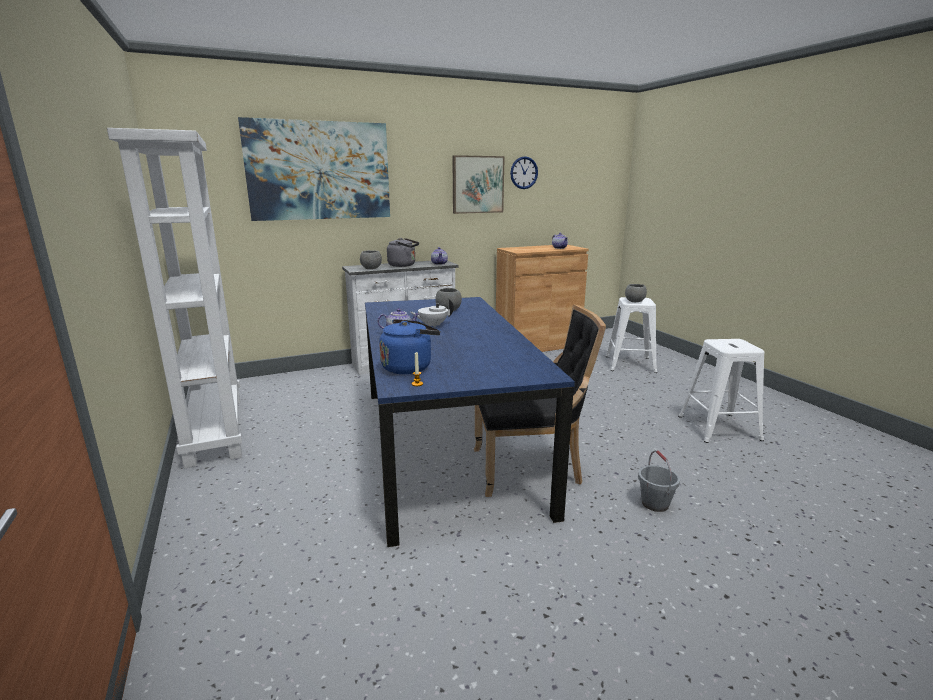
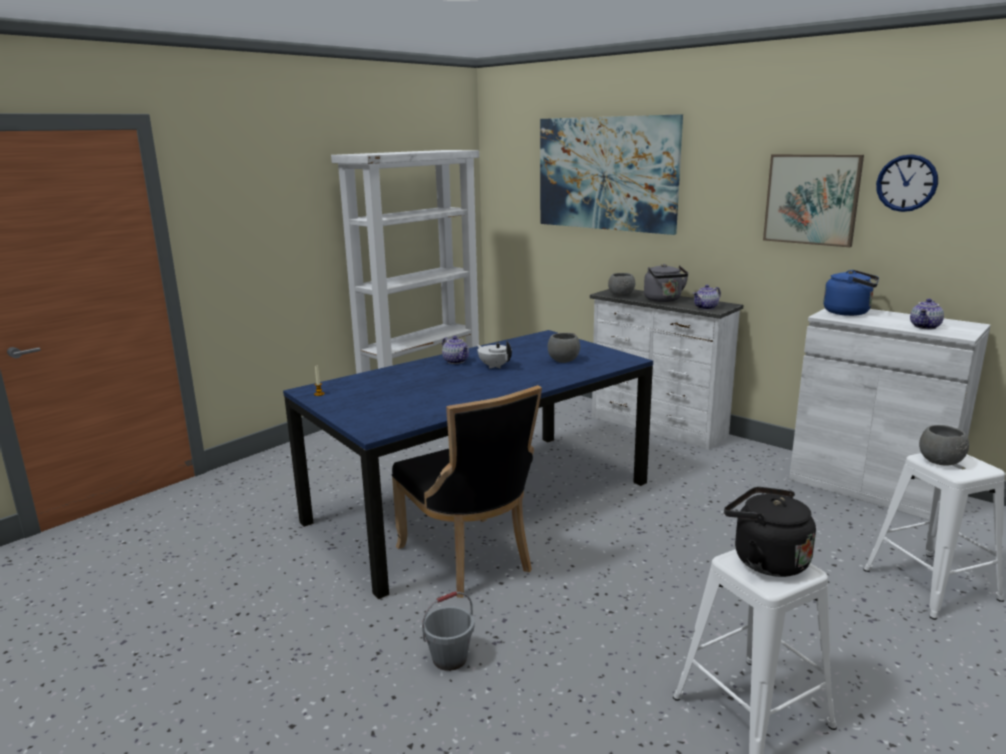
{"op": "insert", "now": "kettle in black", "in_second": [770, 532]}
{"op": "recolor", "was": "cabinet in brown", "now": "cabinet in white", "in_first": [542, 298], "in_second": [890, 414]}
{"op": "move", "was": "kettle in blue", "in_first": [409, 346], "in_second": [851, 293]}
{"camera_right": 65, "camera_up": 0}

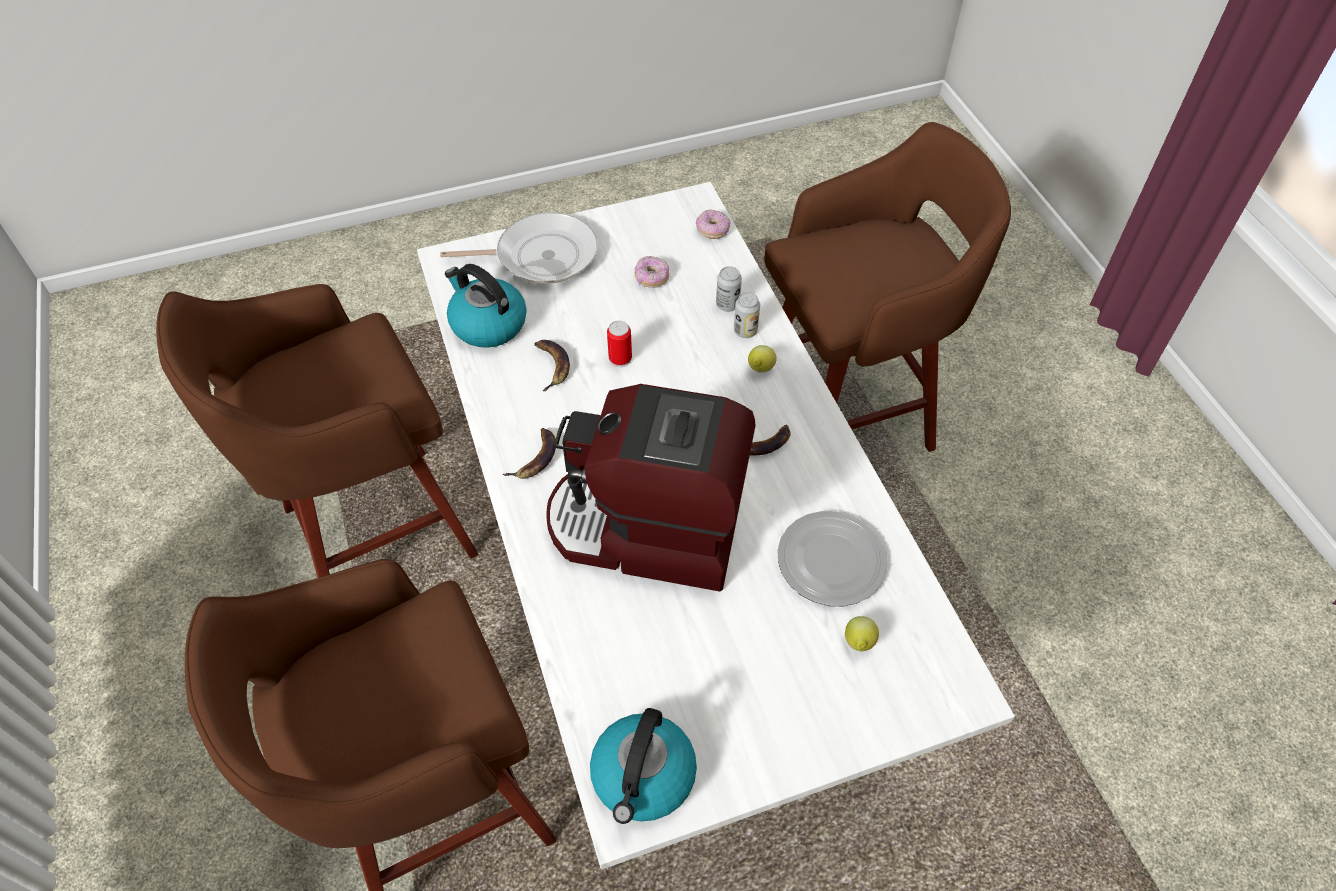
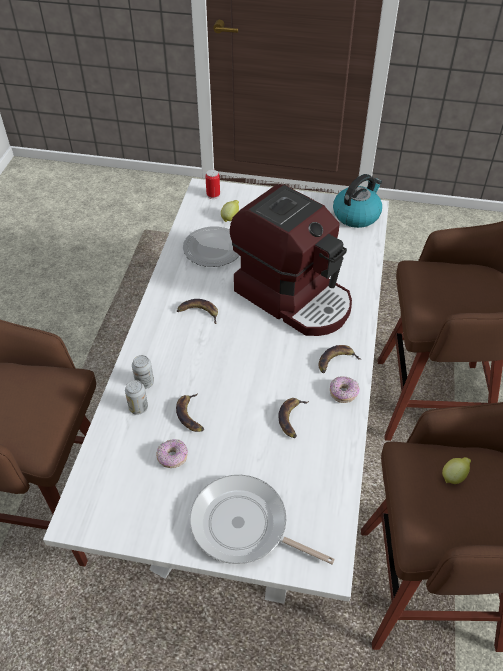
{"op": "insert", "now": "banana", "in_second": [190, 412]}
{"op": "move", "was": "can", "in_first": [619, 344], "in_second": [212, 184]}
{"op": "move", "was": "donut", "in_first": [713, 224], "in_second": [344, 389]}
{"op": "move", "was": "lemon", "in_first": [762, 359], "in_second": [456, 470]}
{"op": "delete", "was": "kettle", "in_first": [486, 306]}
{"camera_right": -150, "camera_up": -5}

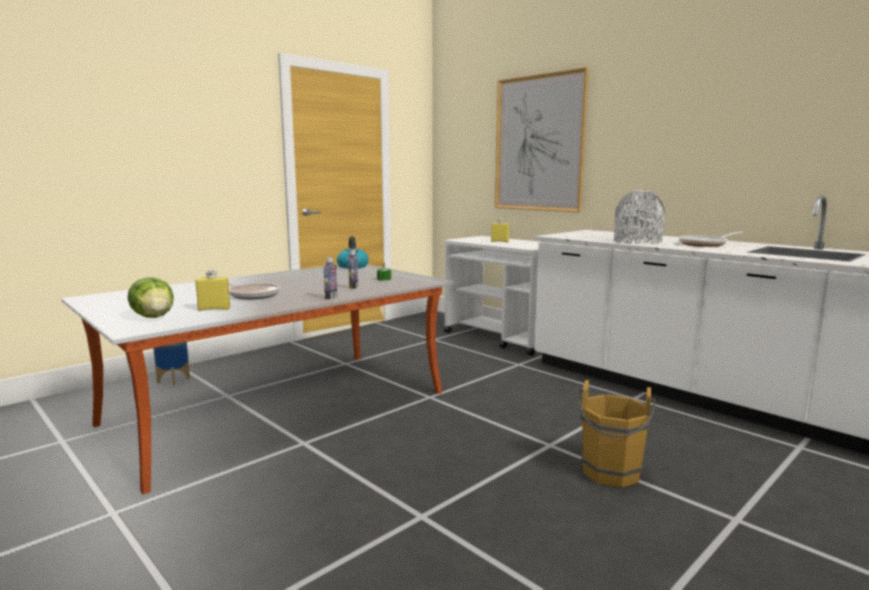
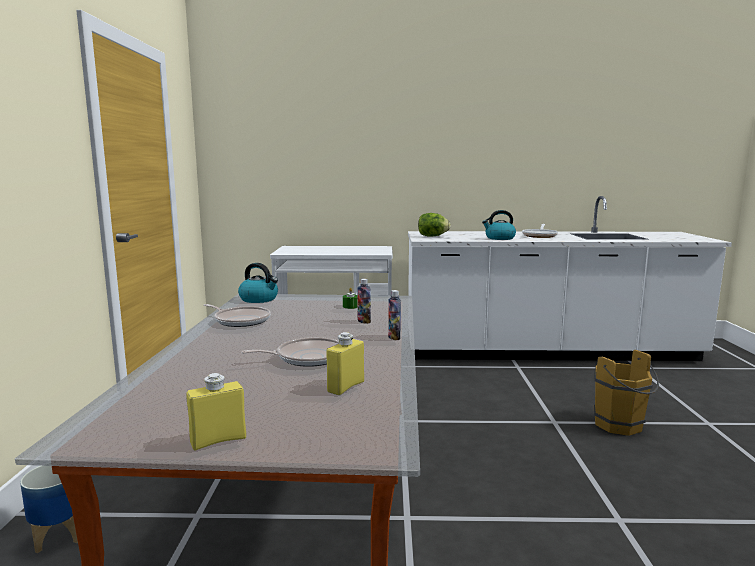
{"op": "move", "was": "bottle in yellow", "in_first": [500, 230], "in_second": [216, 412]}
{"op": "insert", "now": "frying pan", "in_second": [237, 315]}
{"op": "move", "was": "lettuce", "in_first": [150, 297], "in_second": [434, 225]}
{"op": "replace", "was": "vase in grey", "now": "kettle", "in_first": [639, 217], "in_second": [499, 225]}
{"op": "delete", "was": "picture", "in_first": [542, 139]}
{"camera_right": -45, "camera_up": 0}

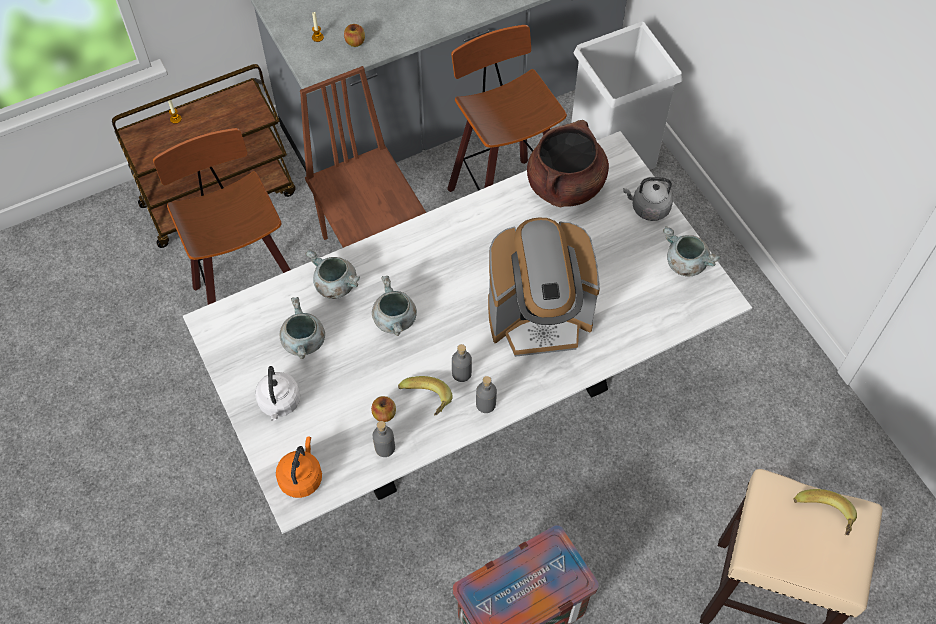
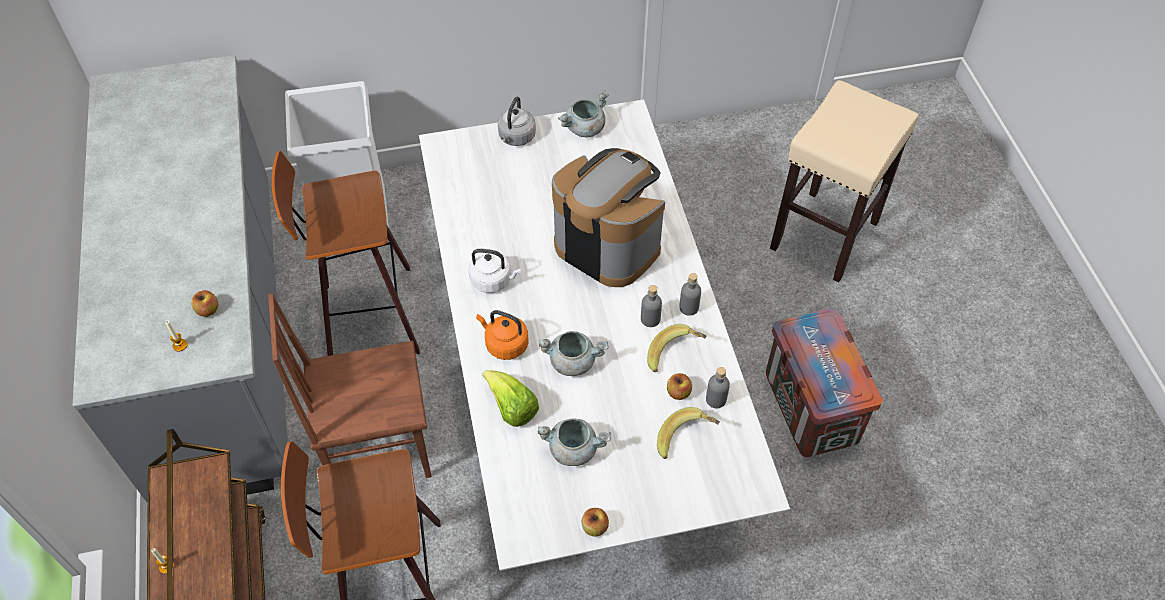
{"op": "move", "was": "kettle in white", "in_first": [277, 393], "in_second": [495, 271]}
{"op": "move", "was": "kettle in orange", "in_first": [299, 467], "in_second": [502, 335]}
{"op": "replace", "was": "cooking pot in grey", "now": "lettuce", "in_first": [332, 274], "in_second": [510, 398]}
{"op": "rotate", "was": "coffee machine", "in_first": [544, 287], "in_second": [608, 217], "clockwise": -60}
{"op": "insert", "now": "apple", "in_second": [595, 522]}
{"op": "move", "was": "banana", "in_first": [825, 512], "in_second": [688, 433]}
{"op": "delete", "was": "cooking pot in brown", "in_first": [568, 163]}
{"camera_right": -75, "camera_up": -5}

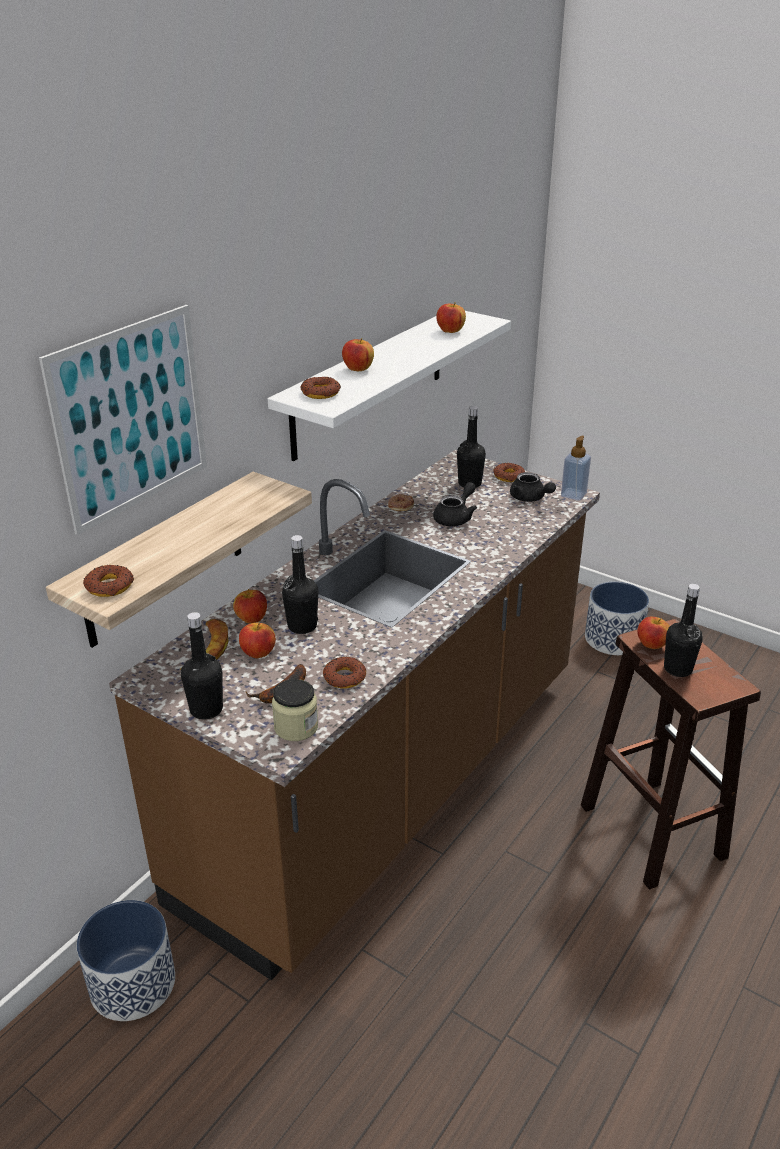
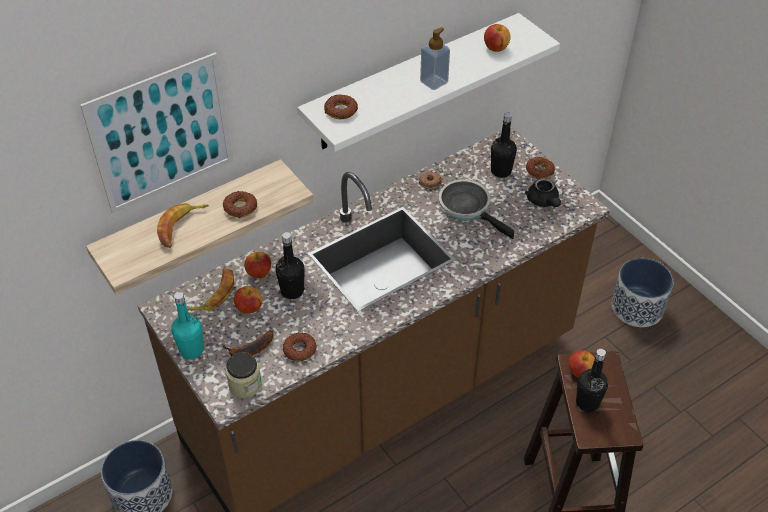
{"op": "insert", "now": "banana", "in_second": [183, 225]}
{"op": "recolor", "was": "bottle in black", "now": "bottle in turquoise", "in_first": [202, 665], "in_second": [187, 325]}
{"op": "move", "was": "donut", "in_first": [108, 581], "in_second": [240, 204]}
{"op": "move", "was": "soap dispenser", "in_first": [576, 468], "in_second": [435, 58]}
{"op": "replace", "was": "teapot in black", "now": "frying pan", "in_first": [455, 504], "in_second": [476, 209]}
{"op": "delete", "was": "apple", "in_first": [358, 355]}
{"camera_right": 20, "camera_up": 15}

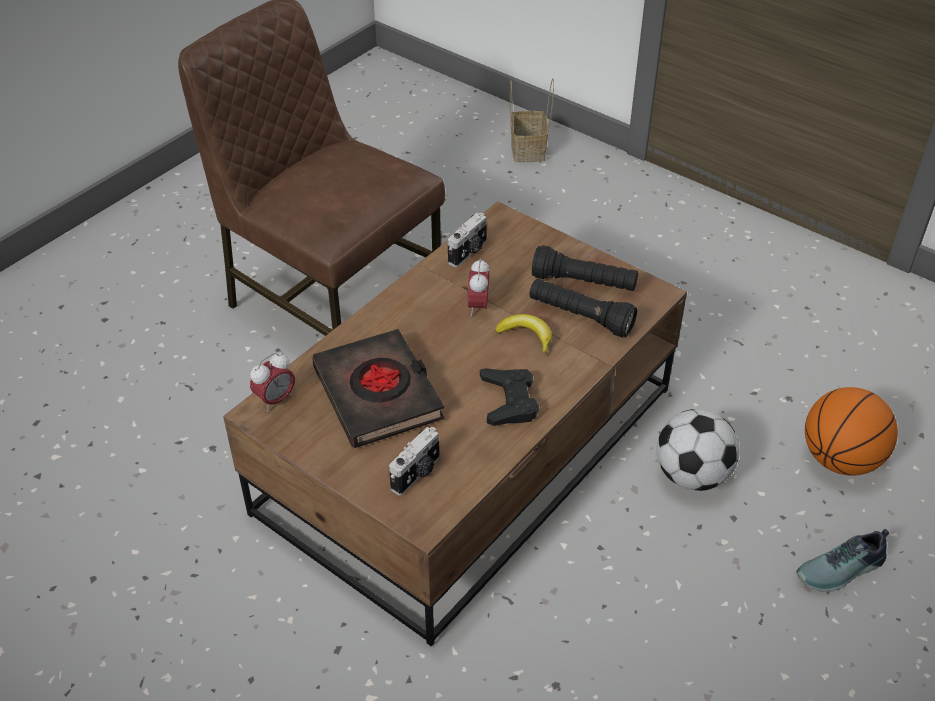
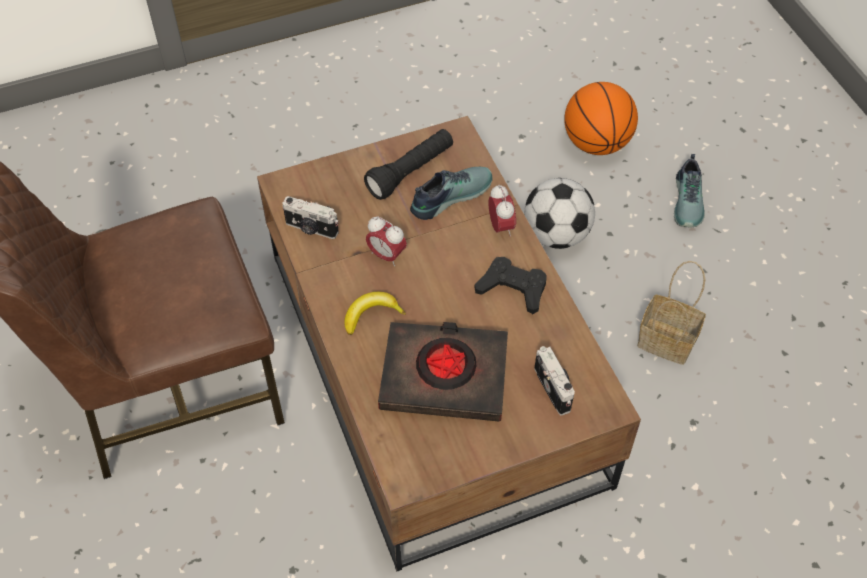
{"op": "rotate", "was": "photo camera", "in_first": [467, 240], "in_second": [310, 217], "clockwise": 135}
{"op": "move", "was": "banana", "in_first": [523, 335], "in_second": [375, 313]}
{"op": "replace", "was": "flashlight in black", "now": "shoe", "in_first": [583, 307], "in_second": [451, 193]}
{"op": "move", "was": "alarm clock", "in_first": [272, 381], "in_second": [502, 210]}
{"op": "move", "was": "basket", "in_first": [532, 120], "in_second": [671, 313]}
{"camera_right": -60, "camera_up": 10}

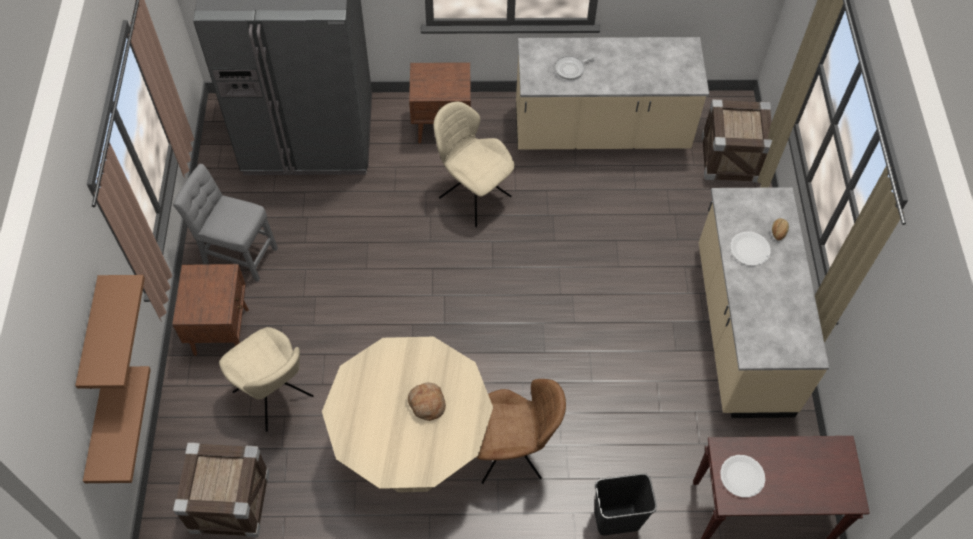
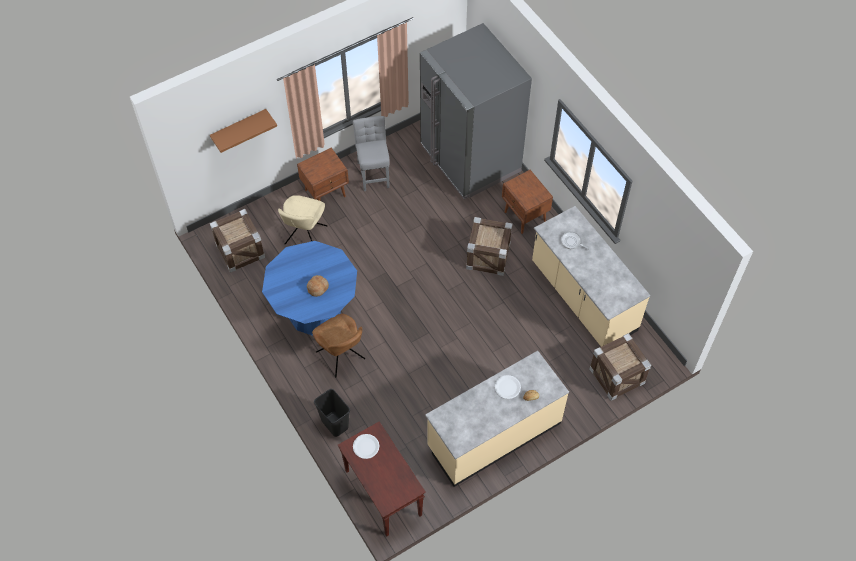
{"op": "recolor", "was": "dining table in beige", "now": "dining table in blue", "in_first": [407, 415], "in_second": [309, 288]}
{"op": "replace", "was": "chair in beige", "now": "crate", "in_first": [474, 164], "in_second": [489, 246]}
{"op": "delete", "was": "shelf in brown", "in_first": [117, 424]}
{"camera_right": 60, "camera_up": 0}

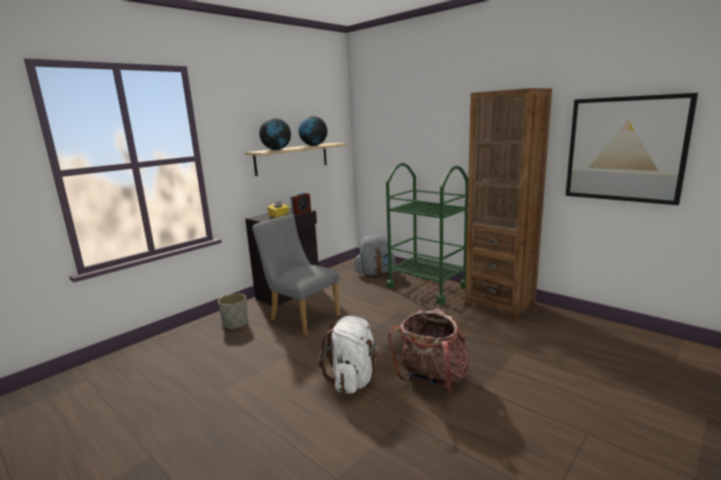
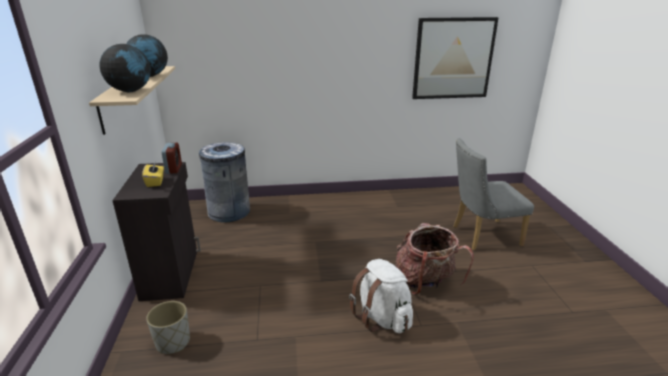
{"op": "replace", "was": "backpack in grey", "now": "trash can in grey", "in_first": [375, 255], "in_second": [224, 182]}
{"op": "move", "was": "chair in grey", "in_first": [296, 275], "in_second": [493, 194]}
{"op": "delete", "was": "cart in green", "in_first": [427, 233]}
{"op": "delete", "was": "bookcase in brown", "in_first": [508, 204]}
{"camera_right": -50, "camera_up": 10}

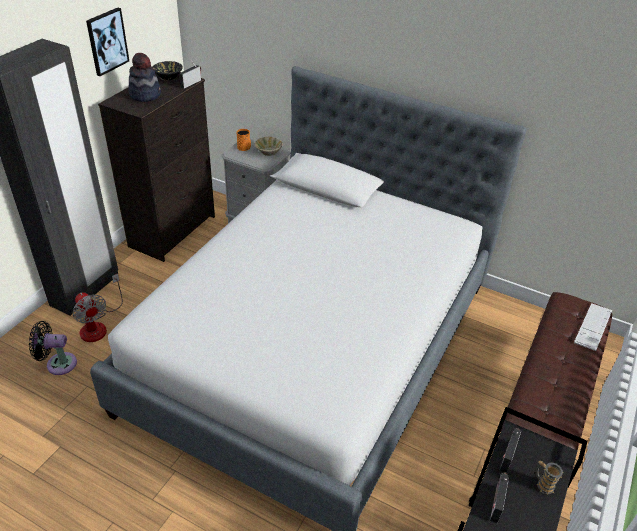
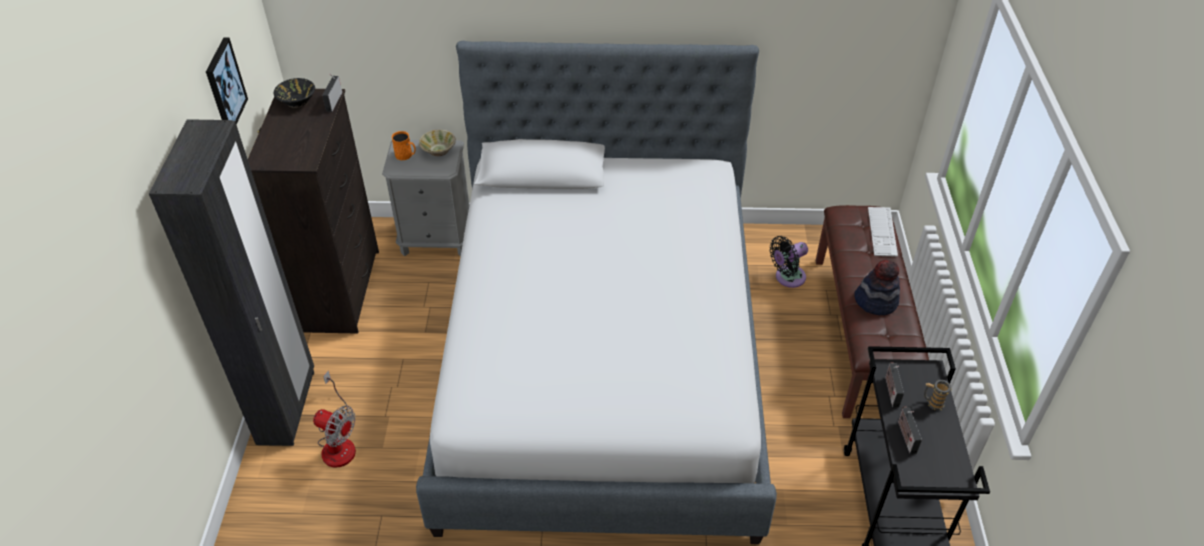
{"op": "move", "was": "fan in black", "in_first": [53, 348], "in_second": [789, 262]}
{"op": "move", "was": "hat", "in_first": [144, 77], "in_second": [877, 288]}
{"camera_right": -25, "camera_up": 5}

